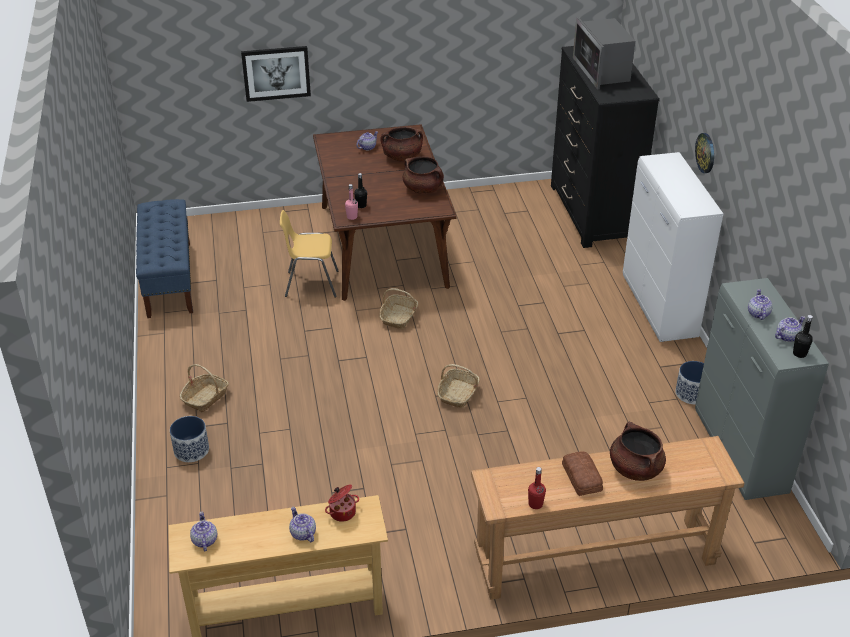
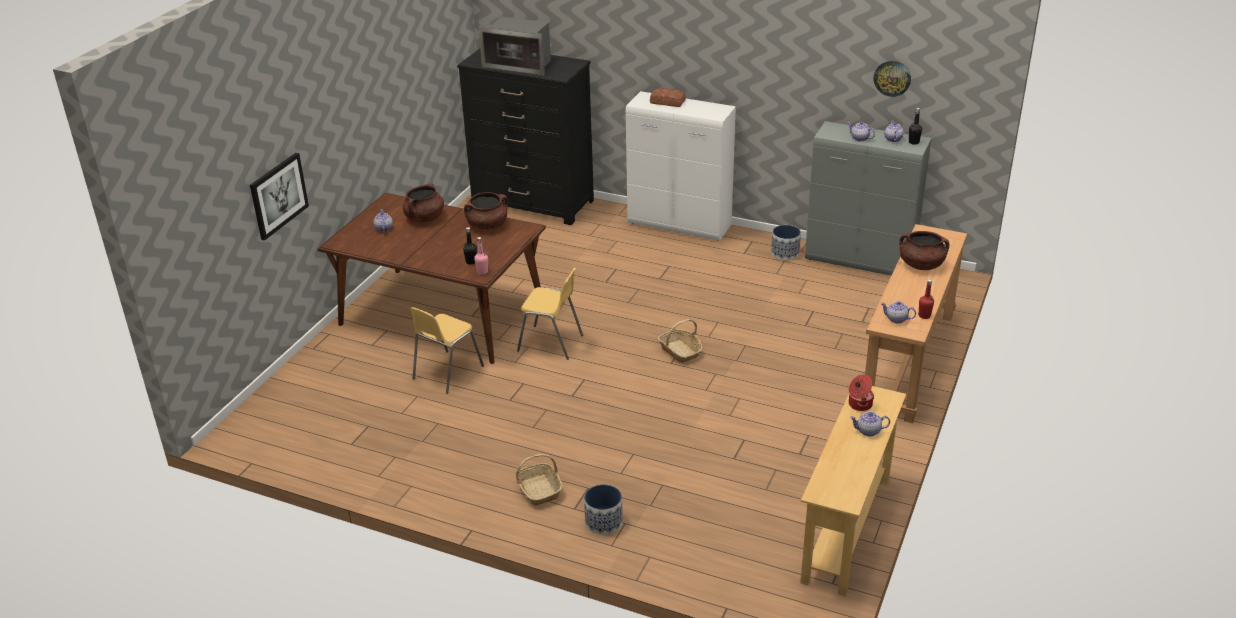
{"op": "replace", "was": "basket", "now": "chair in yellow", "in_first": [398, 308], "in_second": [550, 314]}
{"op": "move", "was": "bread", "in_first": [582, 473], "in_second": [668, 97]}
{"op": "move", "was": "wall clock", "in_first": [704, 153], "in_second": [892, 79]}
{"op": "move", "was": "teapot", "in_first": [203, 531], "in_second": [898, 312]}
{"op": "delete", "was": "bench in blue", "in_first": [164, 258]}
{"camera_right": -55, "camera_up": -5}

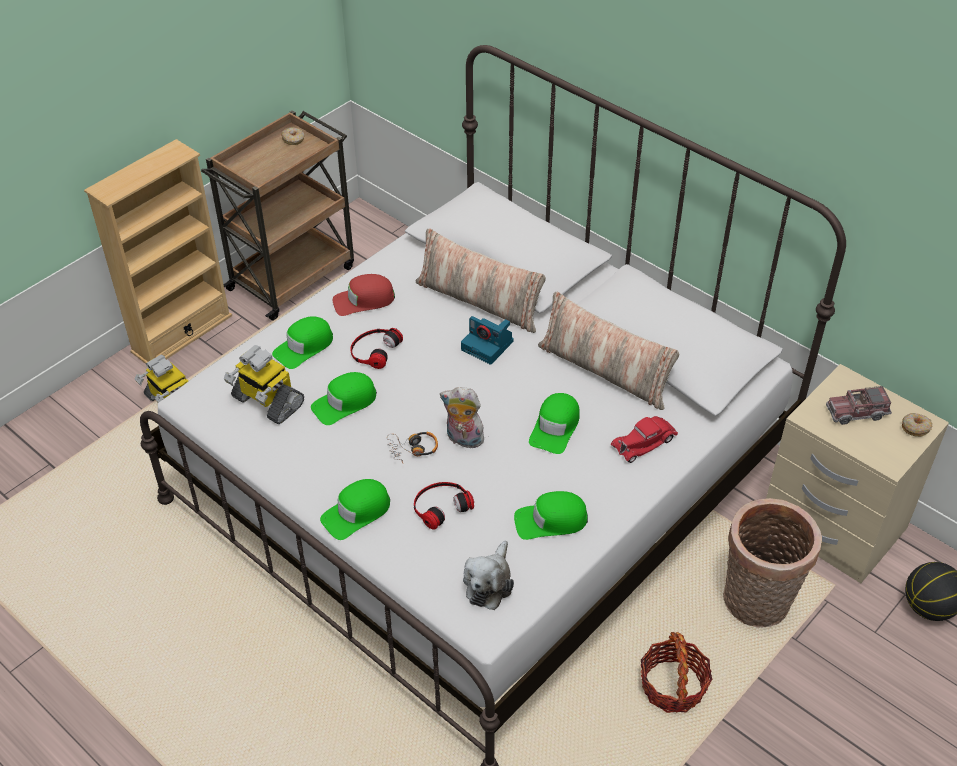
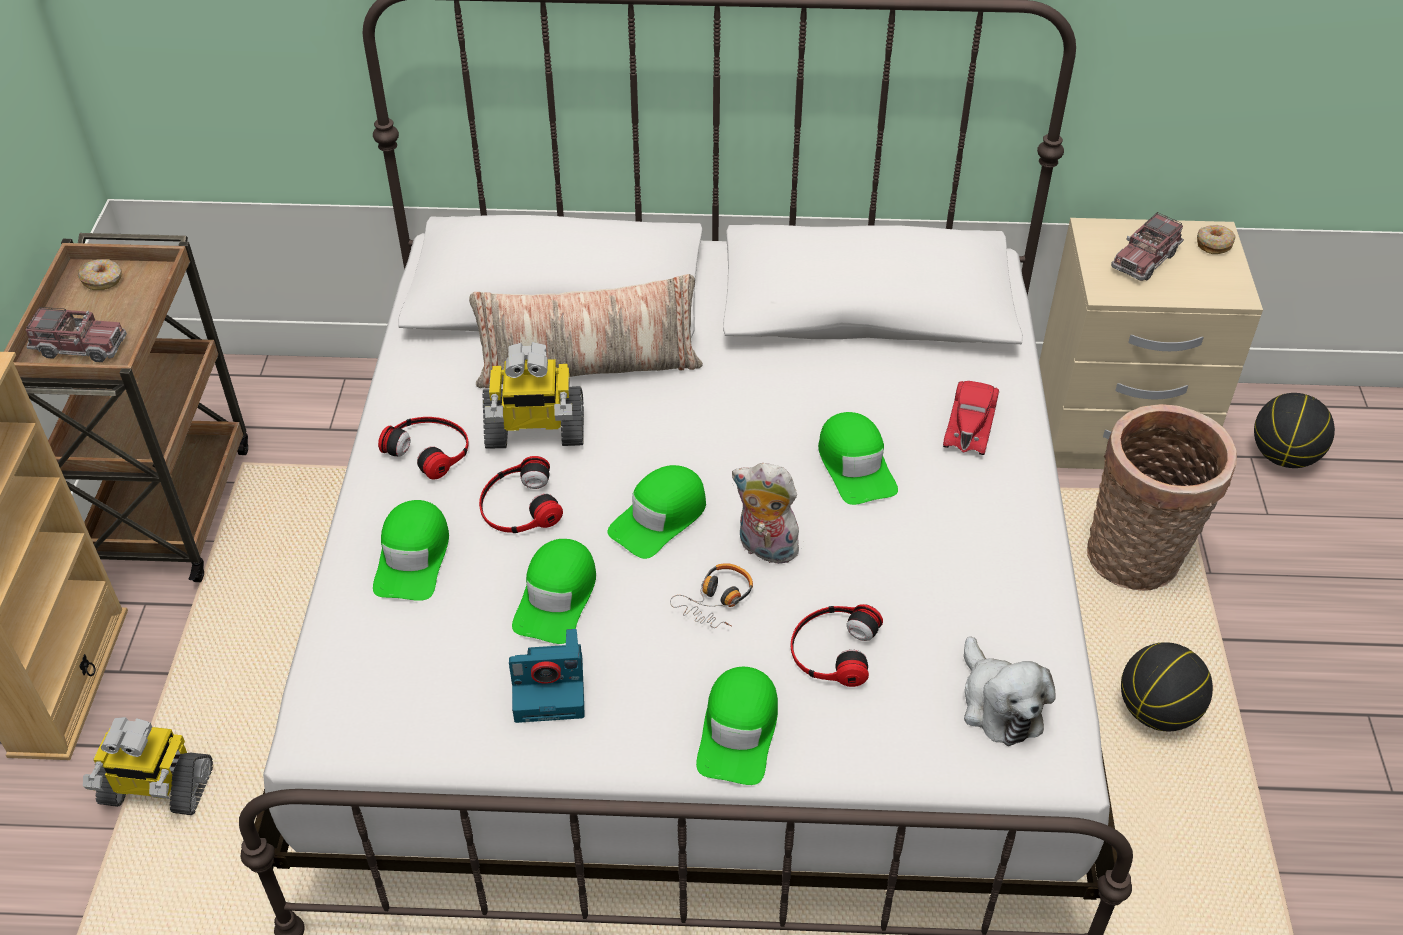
{"op": "insert", "now": "toy truck", "in_second": [76, 334]}
{"op": "replace", "was": "cap in red", "now": "headphones", "in_first": [364, 295], "in_second": [423, 448]}
{"op": "move", "was": "toy robot", "in_first": [264, 384], "in_second": [533, 395]}
{"op": "move", "was": "photo camera", "in_first": [487, 340], "in_second": [547, 676]}
{"op": "move", "was": "cap in green", "in_first": [551, 515], "in_second": [656, 512]}
{"op": "rotate", "was": "plush toy", "in_first": [462, 417], "in_second": [767, 513], "clockwise": 45}
{"op": "replace", "was": "basket", "now": "basketball", "in_first": [676, 672], "in_second": [1167, 686]}
{"op": "delete", "was": "pillow", "in_first": [608, 351]}
{"camera_right": -40, "camera_up": 0}

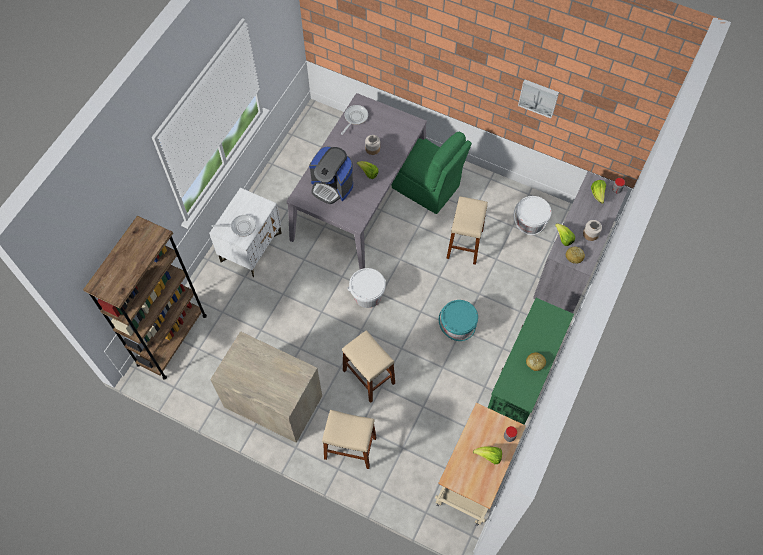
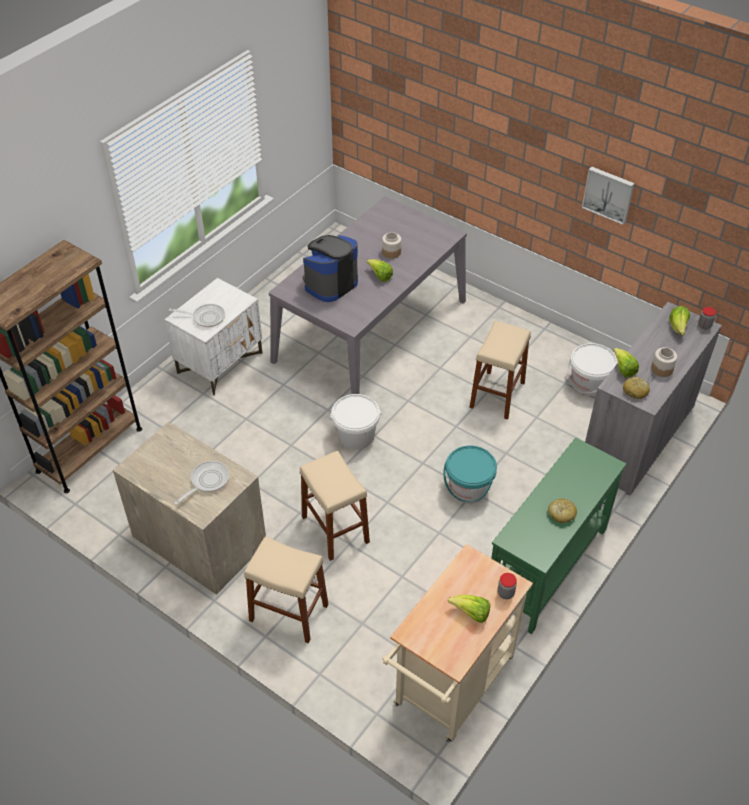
{"op": "move", "was": "frying pan", "in_first": [354, 120], "in_second": [202, 483]}
{"op": "rotate", "was": "coffee machine", "in_first": [331, 175], "in_second": [330, 268], "clockwise": 90}
{"op": "delete", "was": "chair in green", "in_first": [431, 173]}
{"camera_right": 10, "camera_up": -15}

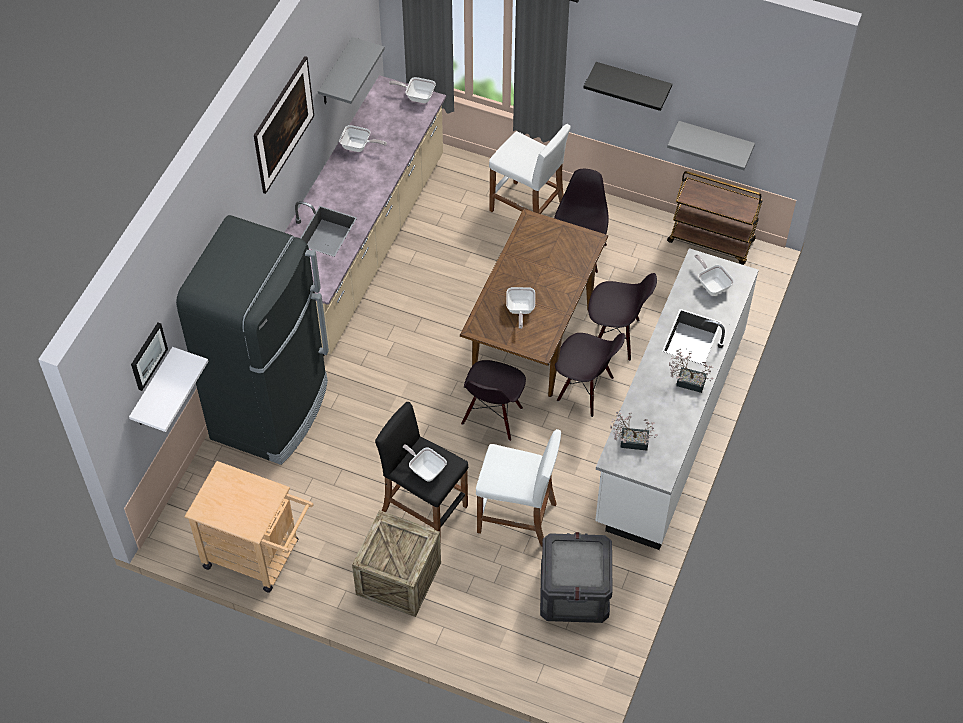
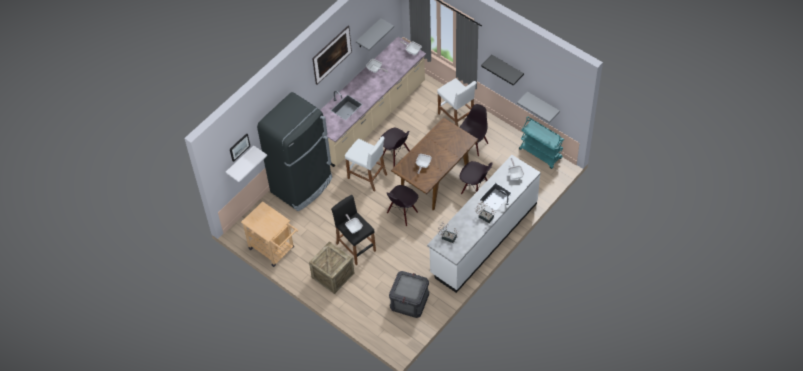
{"op": "move", "was": "stool in white", "in_first": [518, 488], "in_second": [366, 163]}
{"op": "move", "was": "chair in black", "in_first": [590, 375], "in_second": [395, 147]}
{"op": "recolor", "was": "cart in brown", "now": "cart in turquoise", "in_first": [715, 218], "in_second": [541, 143]}
{"camera_right": 20, "camera_up": 0}

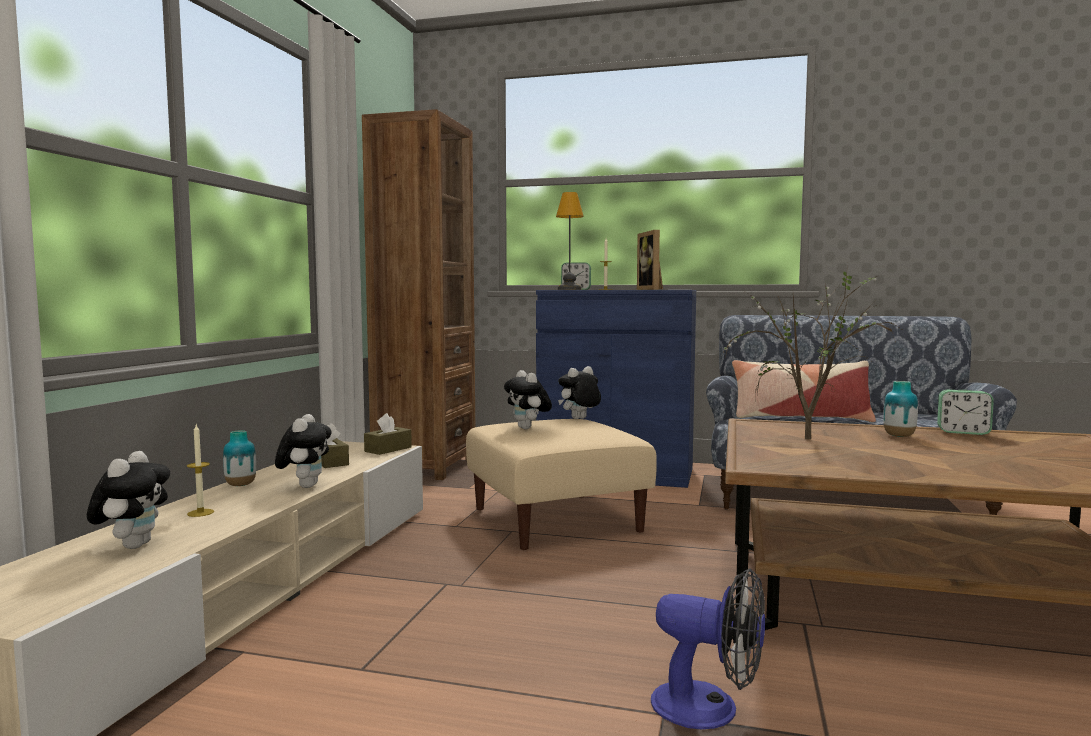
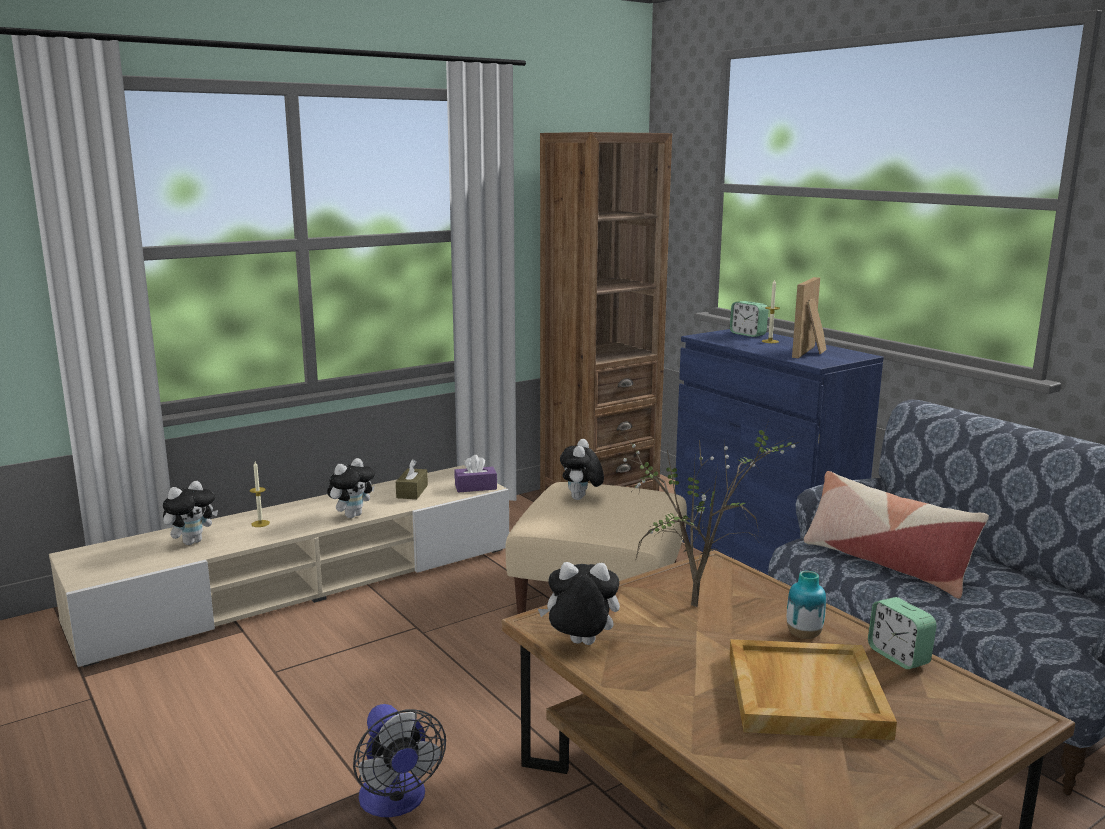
{"op": "recolor", "was": "tissue box in brown", "now": "tissue box in purple", "in_first": [388, 434], "in_second": [476, 474]}
{"op": "move", "was": "plush toy", "in_first": [579, 392], "in_second": [579, 603]}
{"op": "insert", "now": "tray in beige", "in_second": [813, 689]}
{"op": "delete", "was": "vase", "in_first": [239, 458]}
{"op": "delete", "was": "table lamp", "in_first": [570, 241]}
{"camera_right": 40, "camera_up": 10}

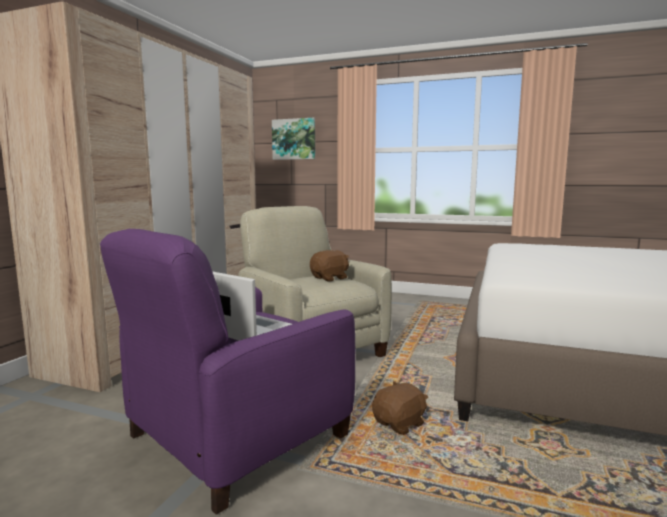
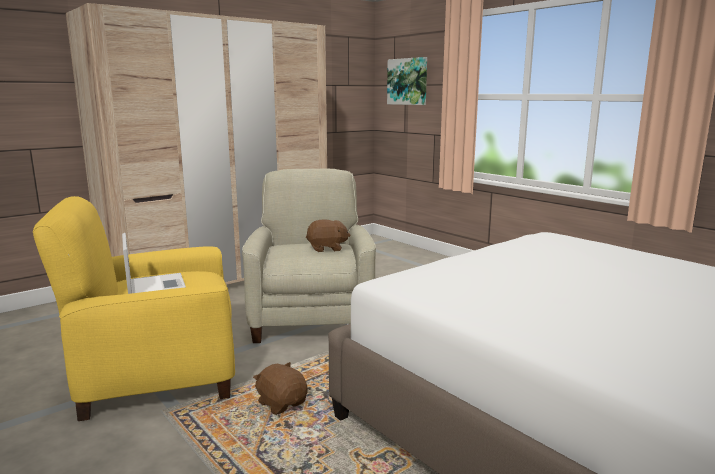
{"op": "recolor", "was": "armchair in purple", "now": "armchair in yellow", "in_first": [227, 372], "in_second": [134, 308]}
{"op": "rotate", "was": "plush toy in brown", "in_first": [400, 408], "in_second": [280, 388], "clockwise": -120}
{"camera_right": 30, "camera_up": 5}

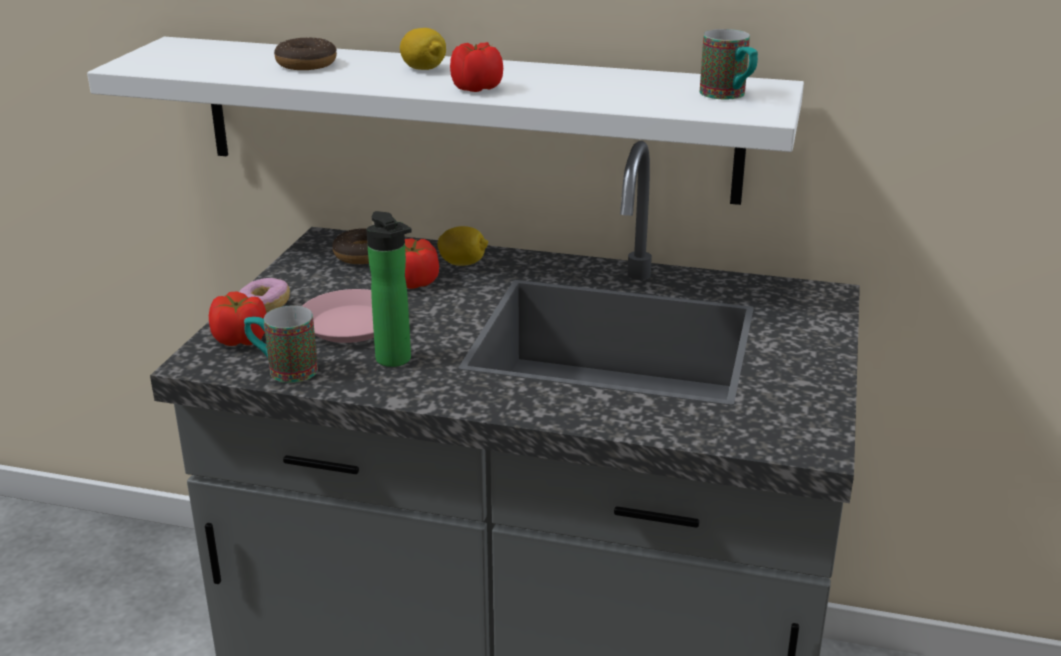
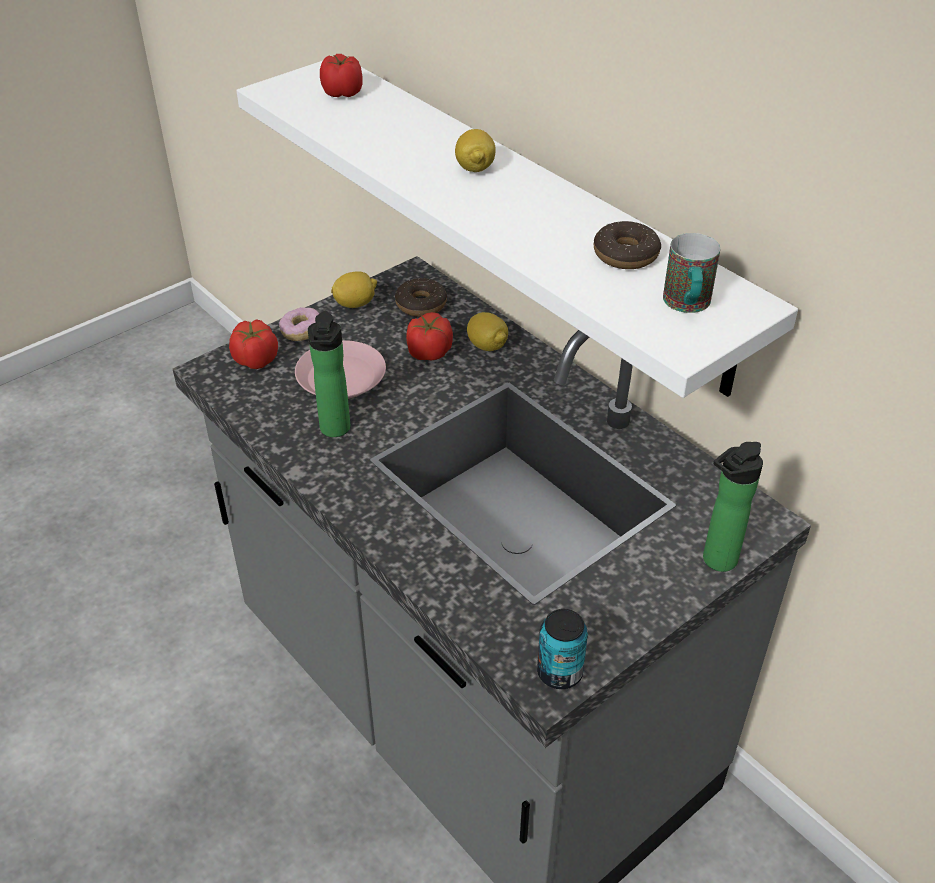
{"op": "move", "was": "tomato", "in_first": [476, 67], "in_second": [341, 75]}
{"op": "insert", "now": "lemon", "in_second": [354, 289]}
{"op": "insert", "now": "can", "in_second": [562, 649]}
{"op": "move", "was": "donut", "in_first": [305, 53], "in_second": [627, 245]}
{"op": "insert", "now": "bottle", "in_second": [733, 507]}
{"op": "delete", "was": "mug", "in_first": [281, 344]}
{"camera_right": 35, "camera_up": 15}

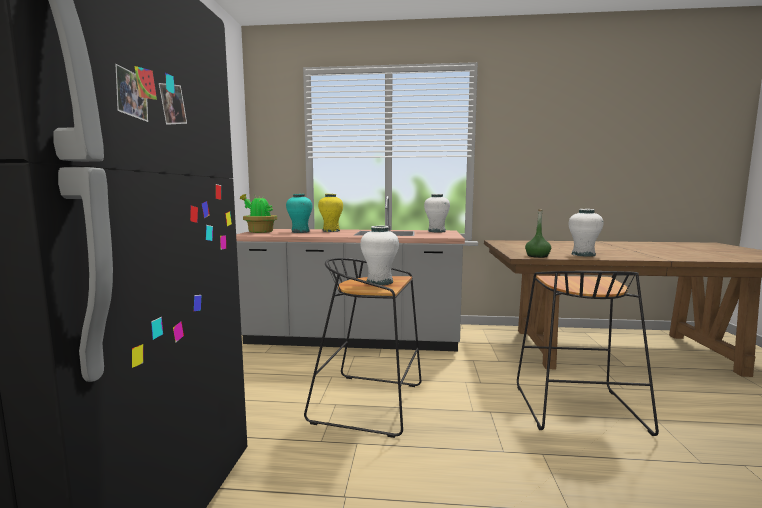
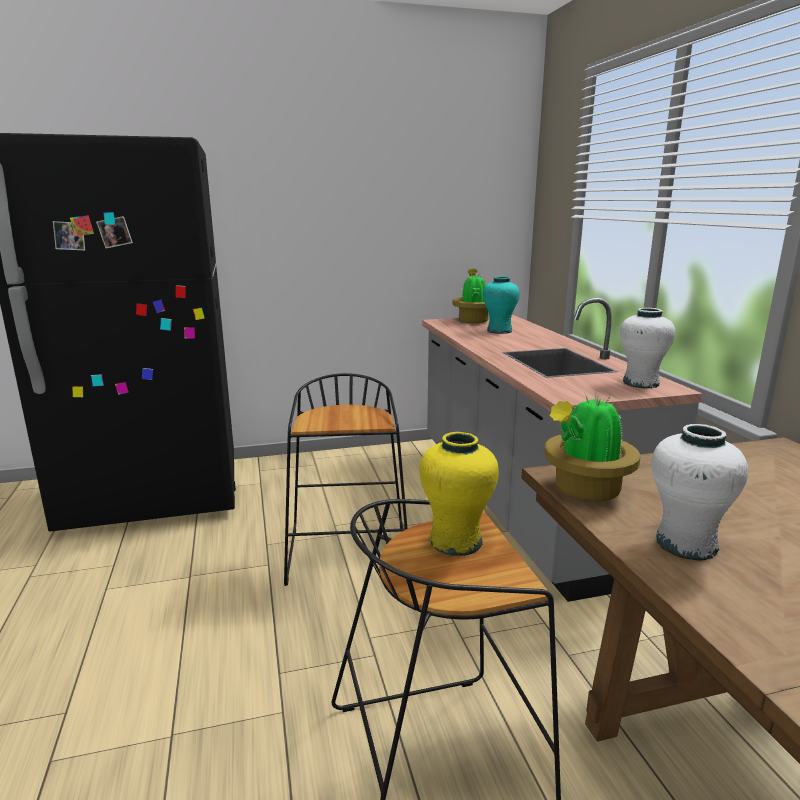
{"op": "move", "was": "vase in yellow", "in_first": [330, 213], "in_second": [459, 494]}
{"op": "replace", "was": "bottle in green", "now": "potted plant", "in_first": [538, 233], "in_second": [593, 447]}
{"op": "delete", "was": "vase in white", "in_first": [379, 255]}
{"camera_right": 70, "camera_up": 10}

